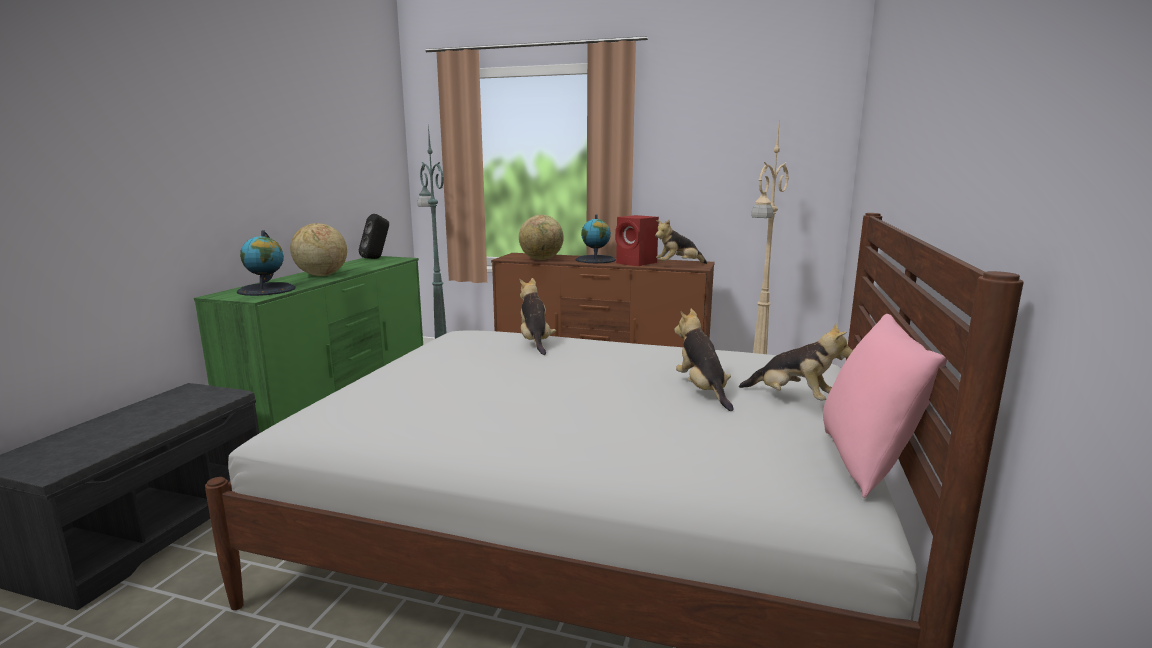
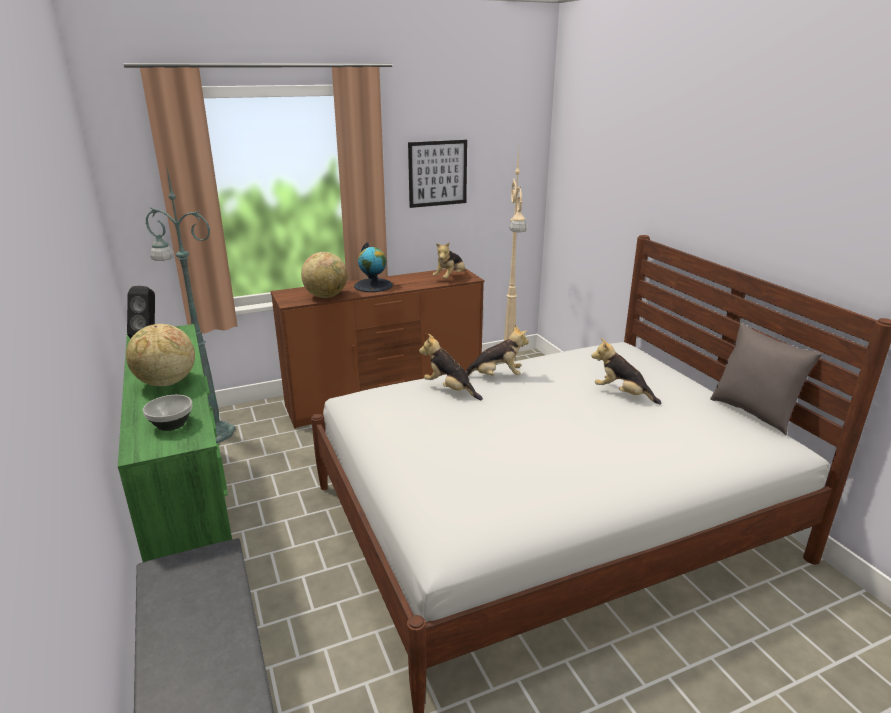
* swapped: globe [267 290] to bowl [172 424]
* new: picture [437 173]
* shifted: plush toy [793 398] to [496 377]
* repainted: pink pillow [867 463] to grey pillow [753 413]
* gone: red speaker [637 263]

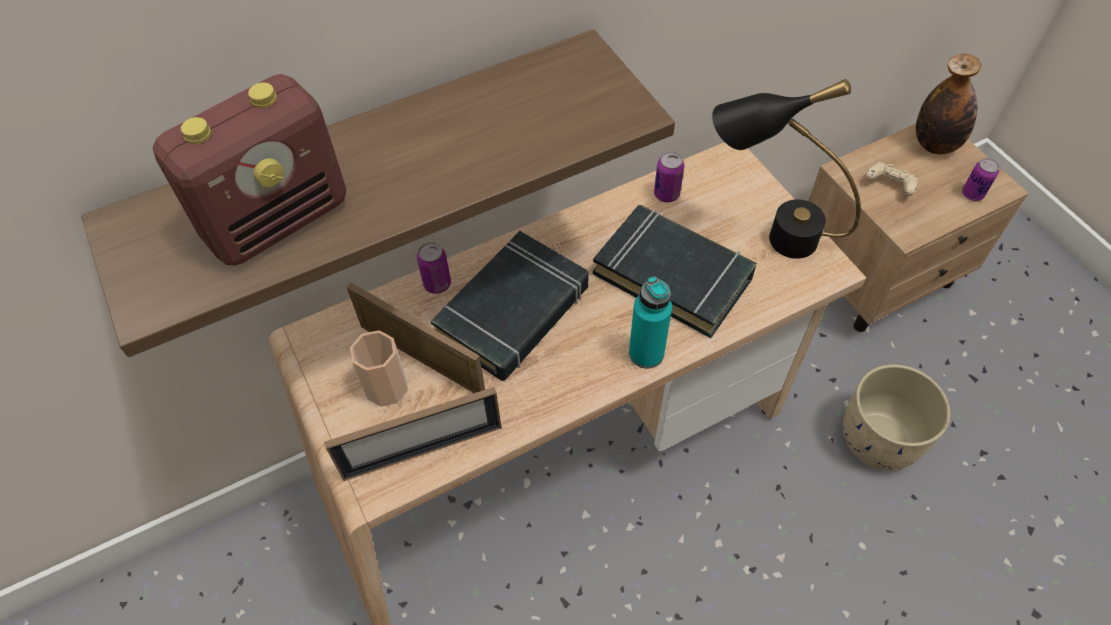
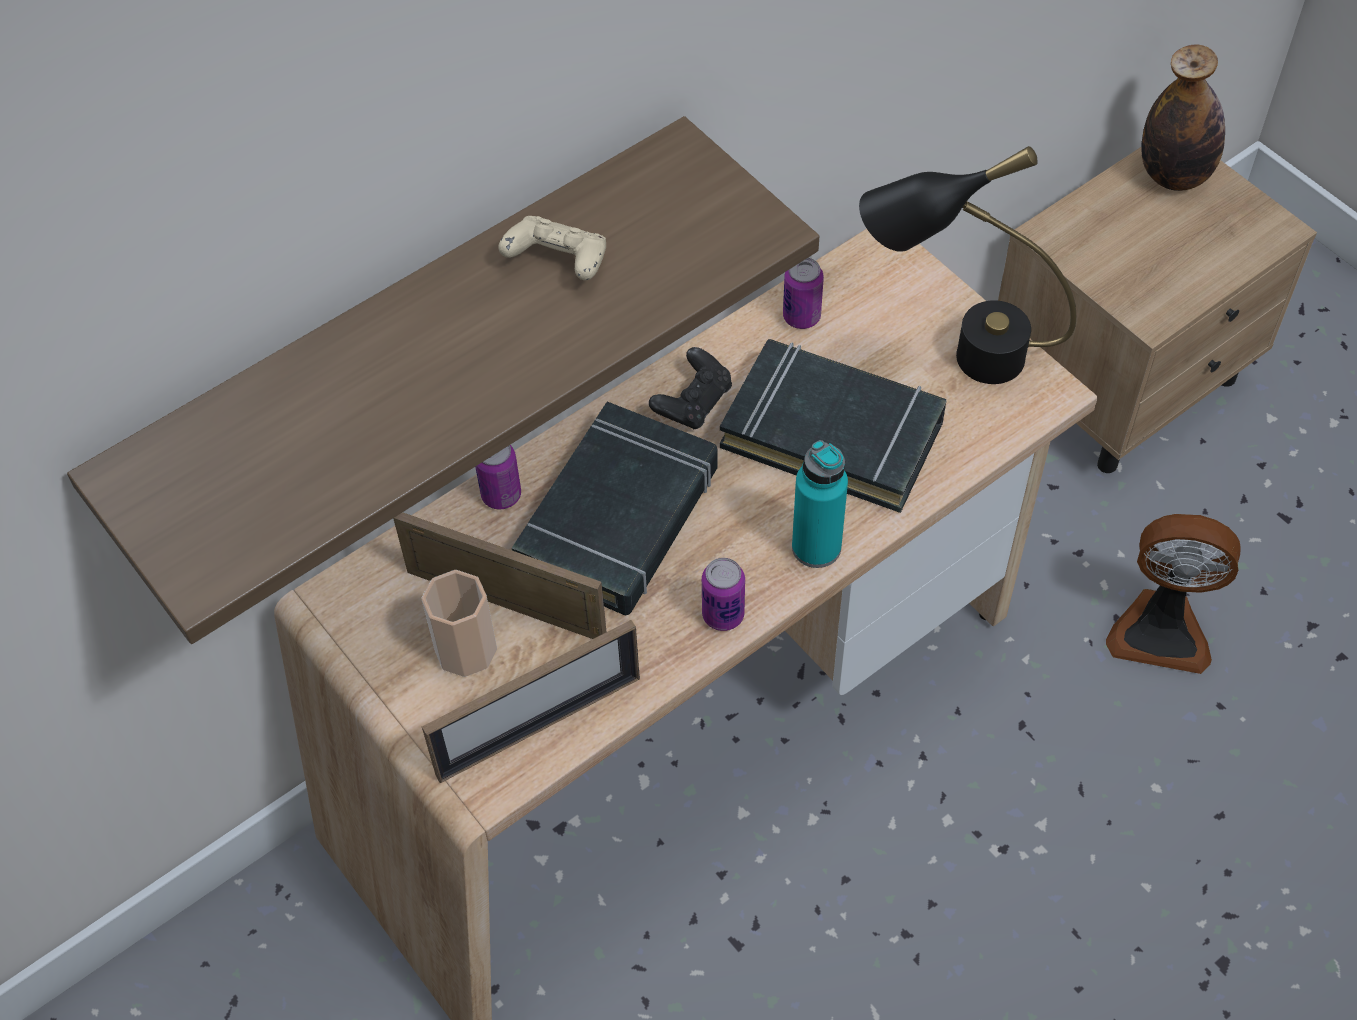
* shifted: beige game controller [889 185] to [558 263]
* new: black game controller [693 402]
* shifted: can [972 194] to [723 615]
* swapped: beige planter [880 438] to fan [1160 629]
* gone: radio [279 219]

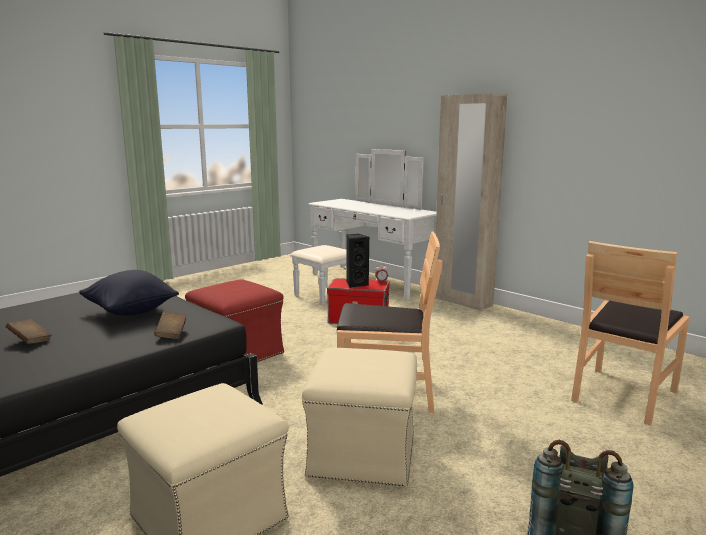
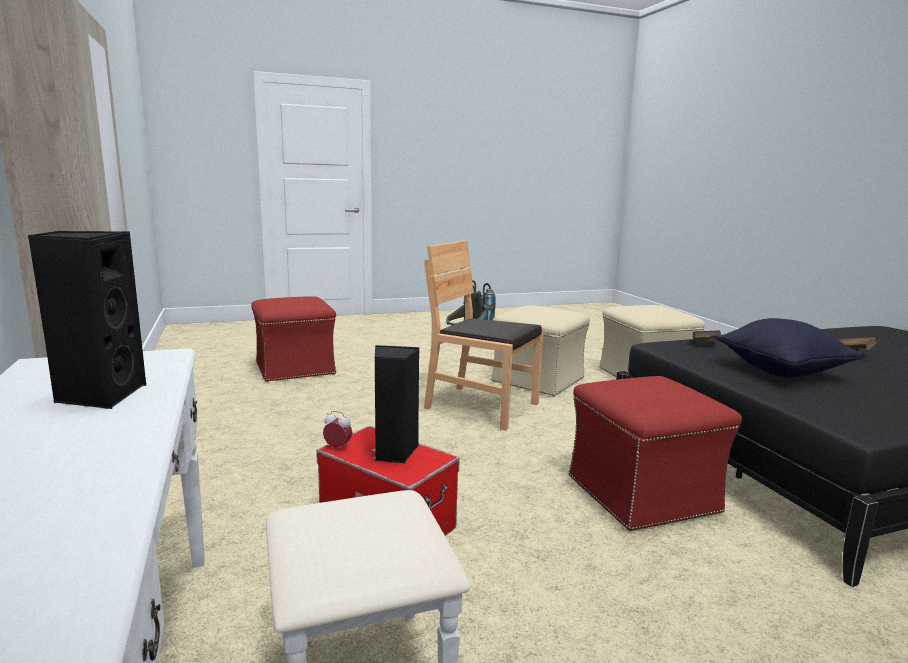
* new: black speaker [100 395]
* swapped: brown chair [623 395] to red ottoman [295 368]

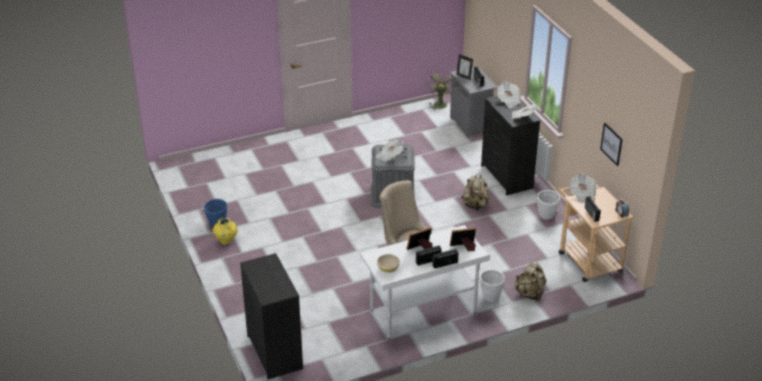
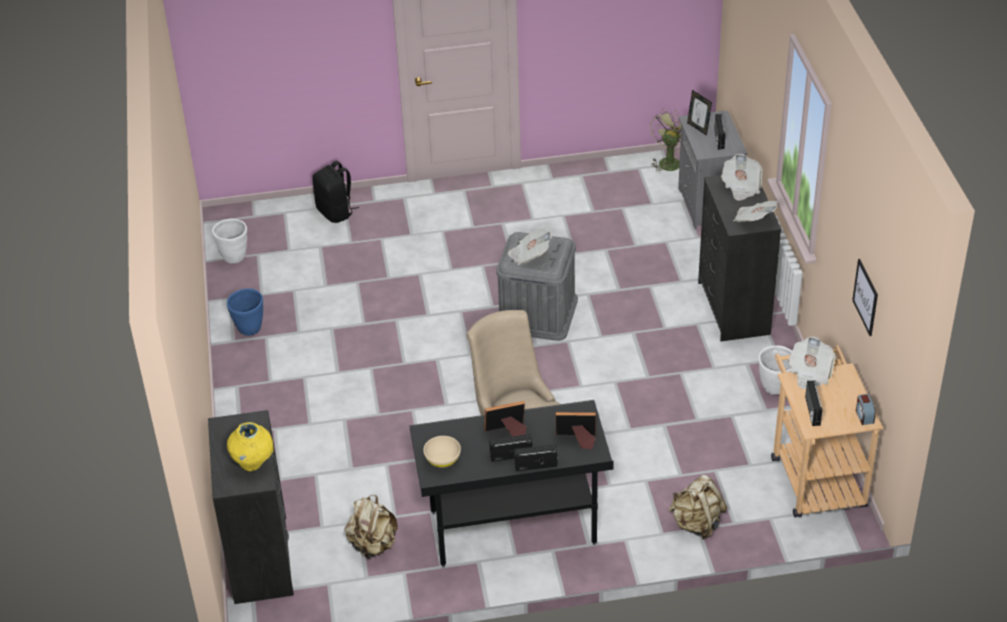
* shifted: white planter [490 297] to [234 257]
* shifted: yellow vase [226 241] to [253 463]
* new: black backpack [336 212]
* shifted: beige backpack [475 205] to [373 545]
* repainted: white desk [423 312] to black desk [513 529]

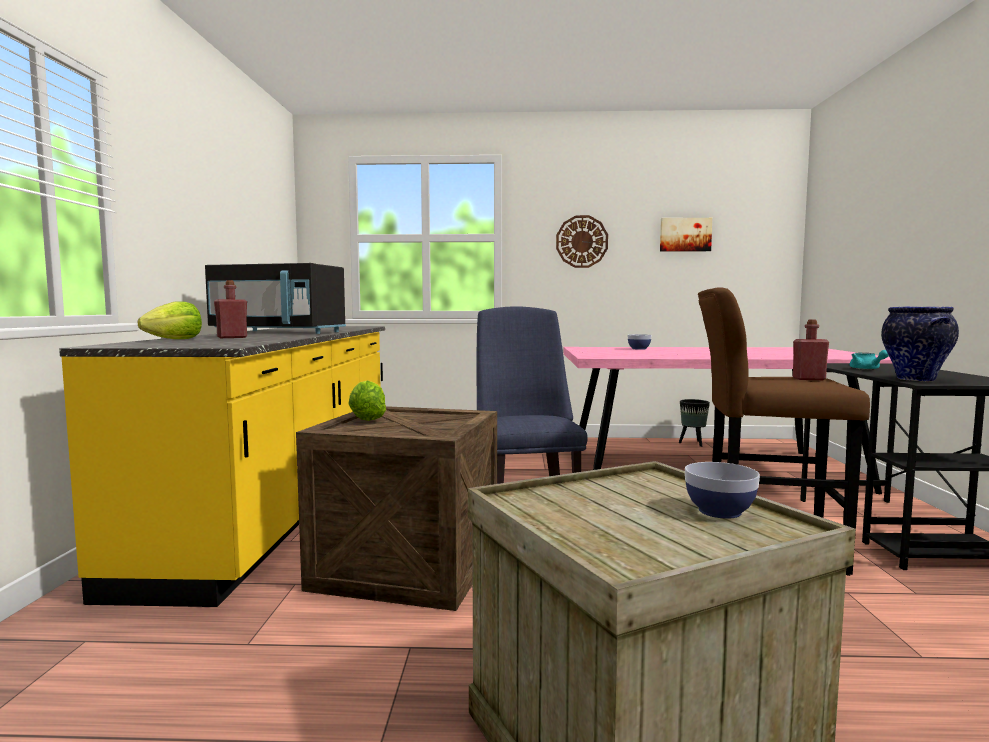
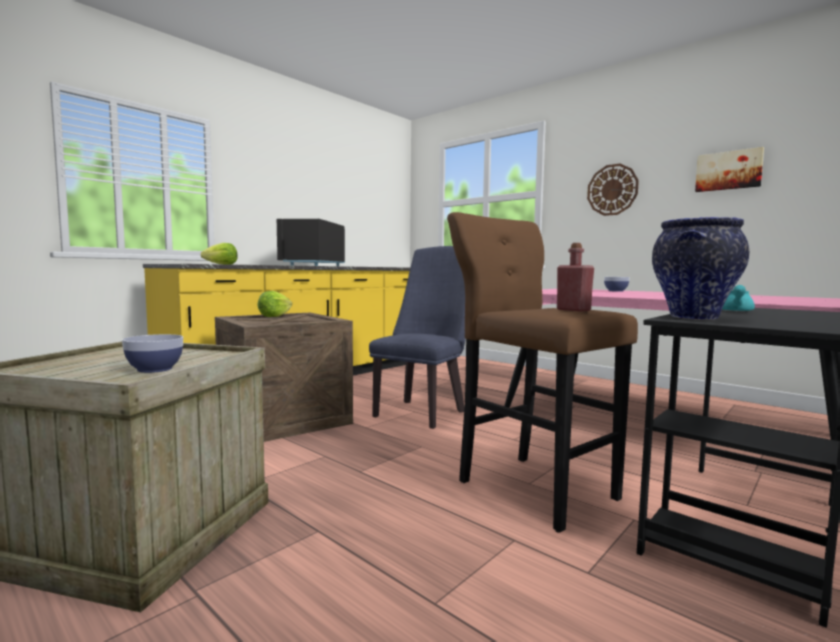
* rotated: black microwave [279 332] = [313 265] 45 degrees clockwise
* gone: red bottle [232 337]
* gone: black planter [693 443]

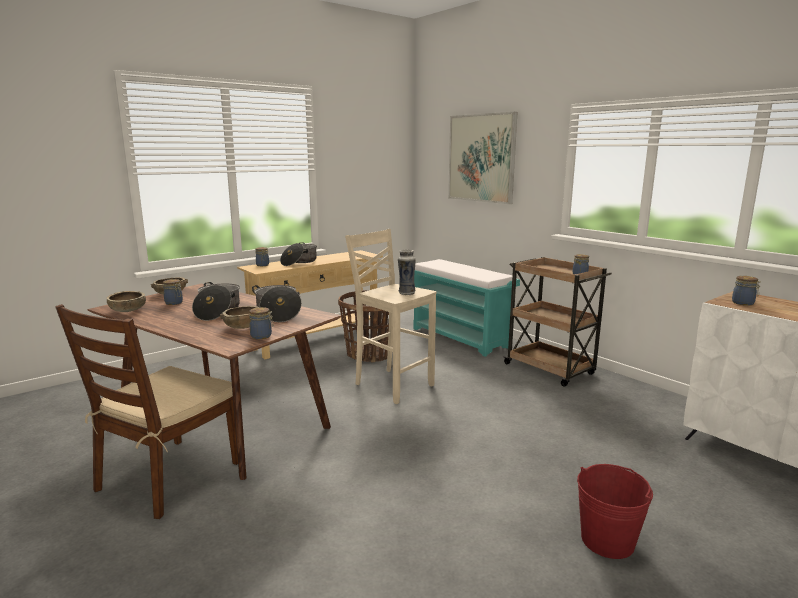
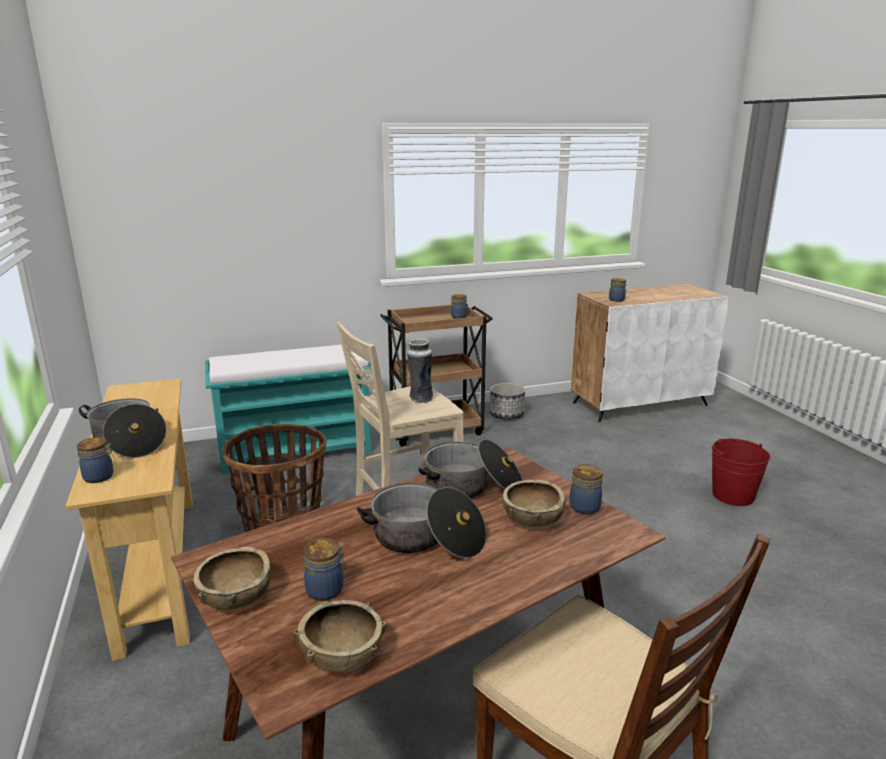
* new: planter [506 415]
* gone: picture [481 158]

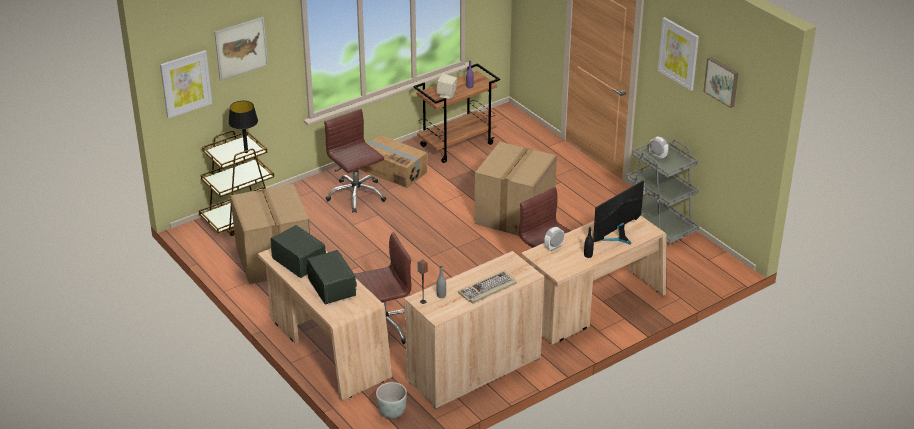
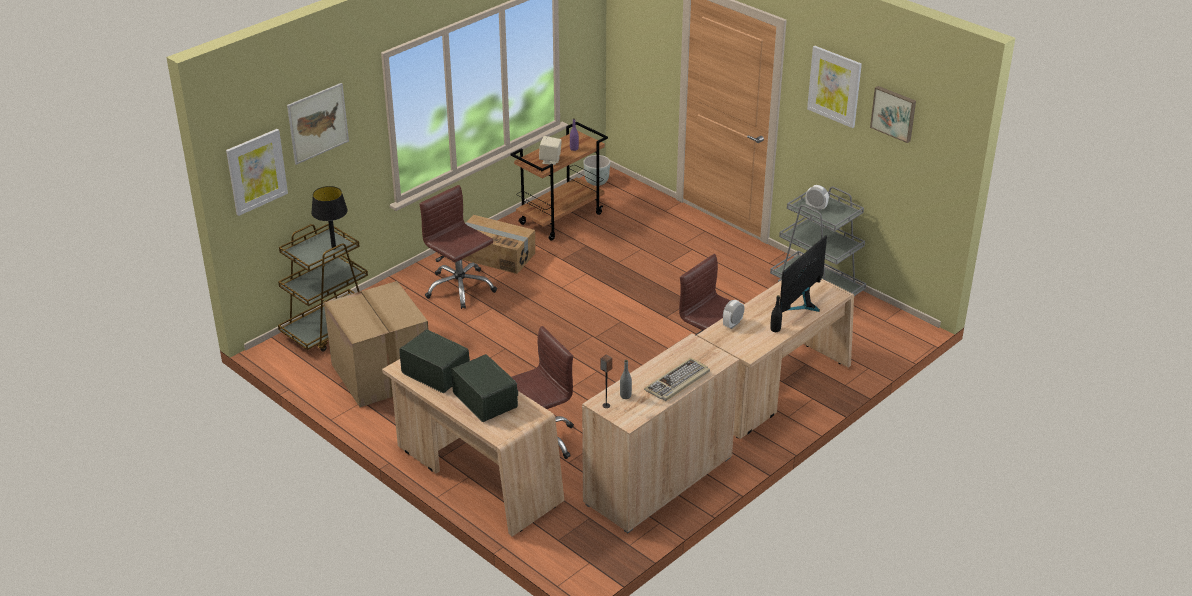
* shifted: grey planter [392 412] to [597 182]
* gone: cardboard box [515 215]

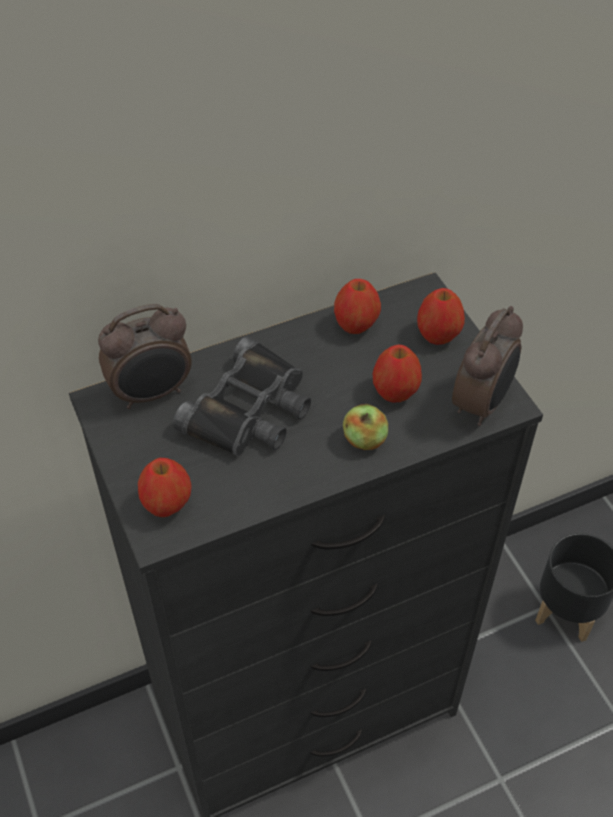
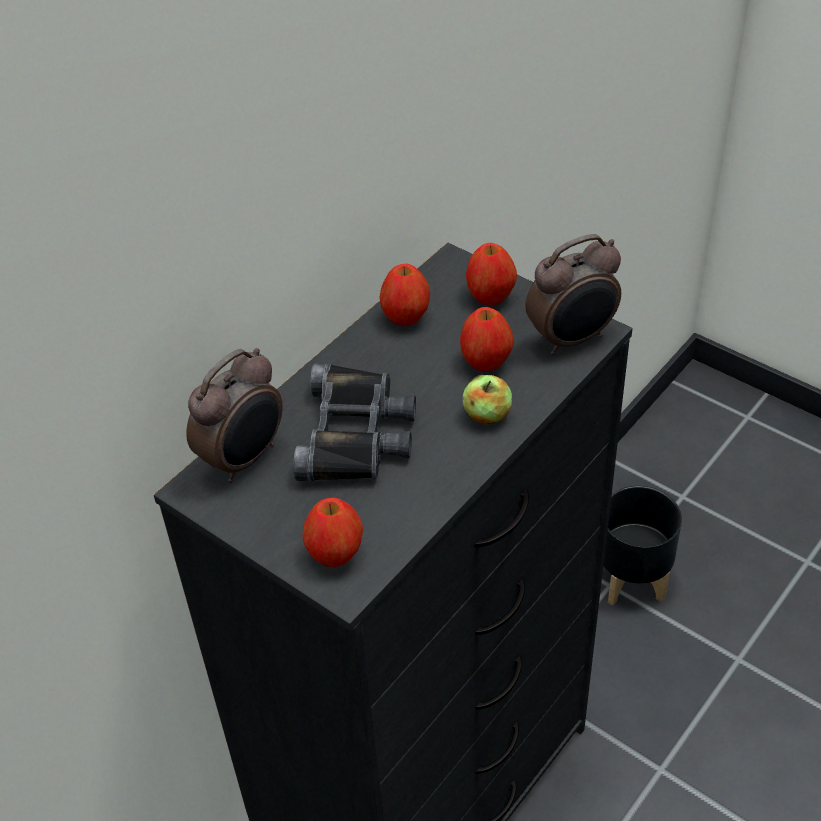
* rotated: alarm clock [482 403] = [572 339] 60 degrees clockwise

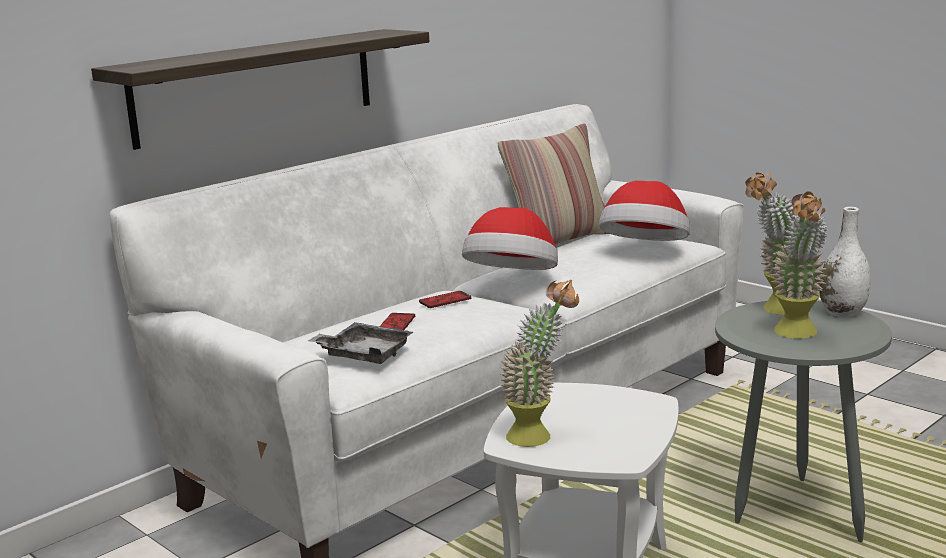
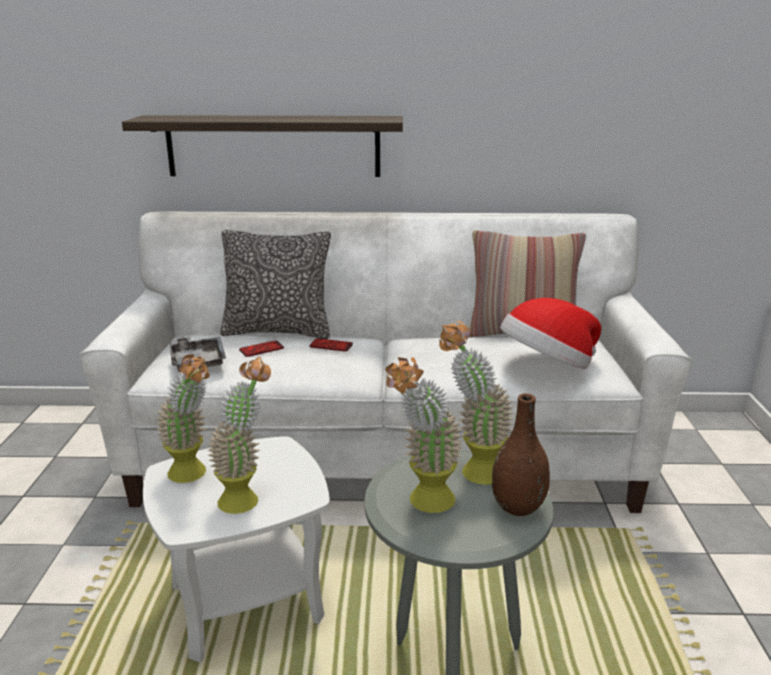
* new: potted plant [246 496]
* new: pillow [278 331]
* repainted: white vase [843 313] to brown vase [518 507]
* gone: hat [512 281]

